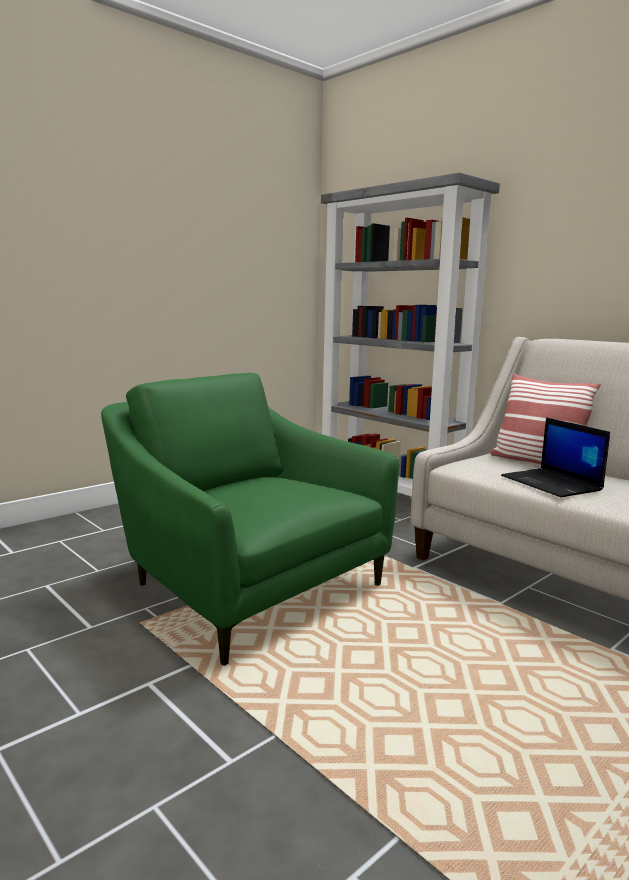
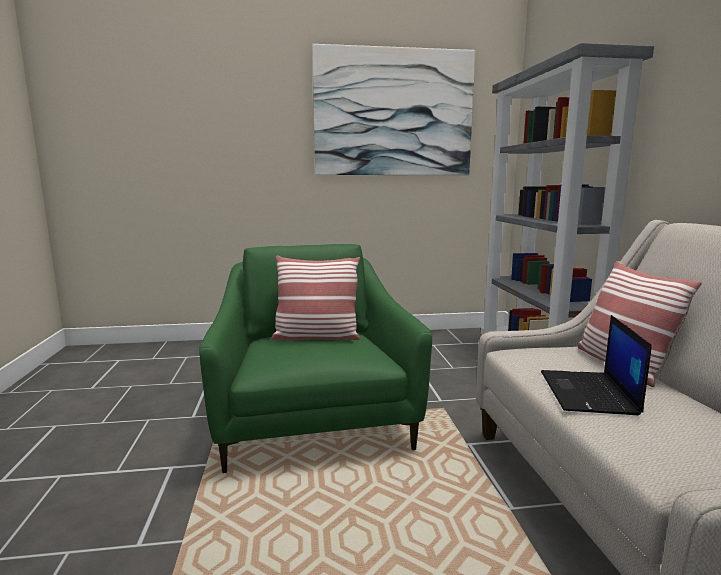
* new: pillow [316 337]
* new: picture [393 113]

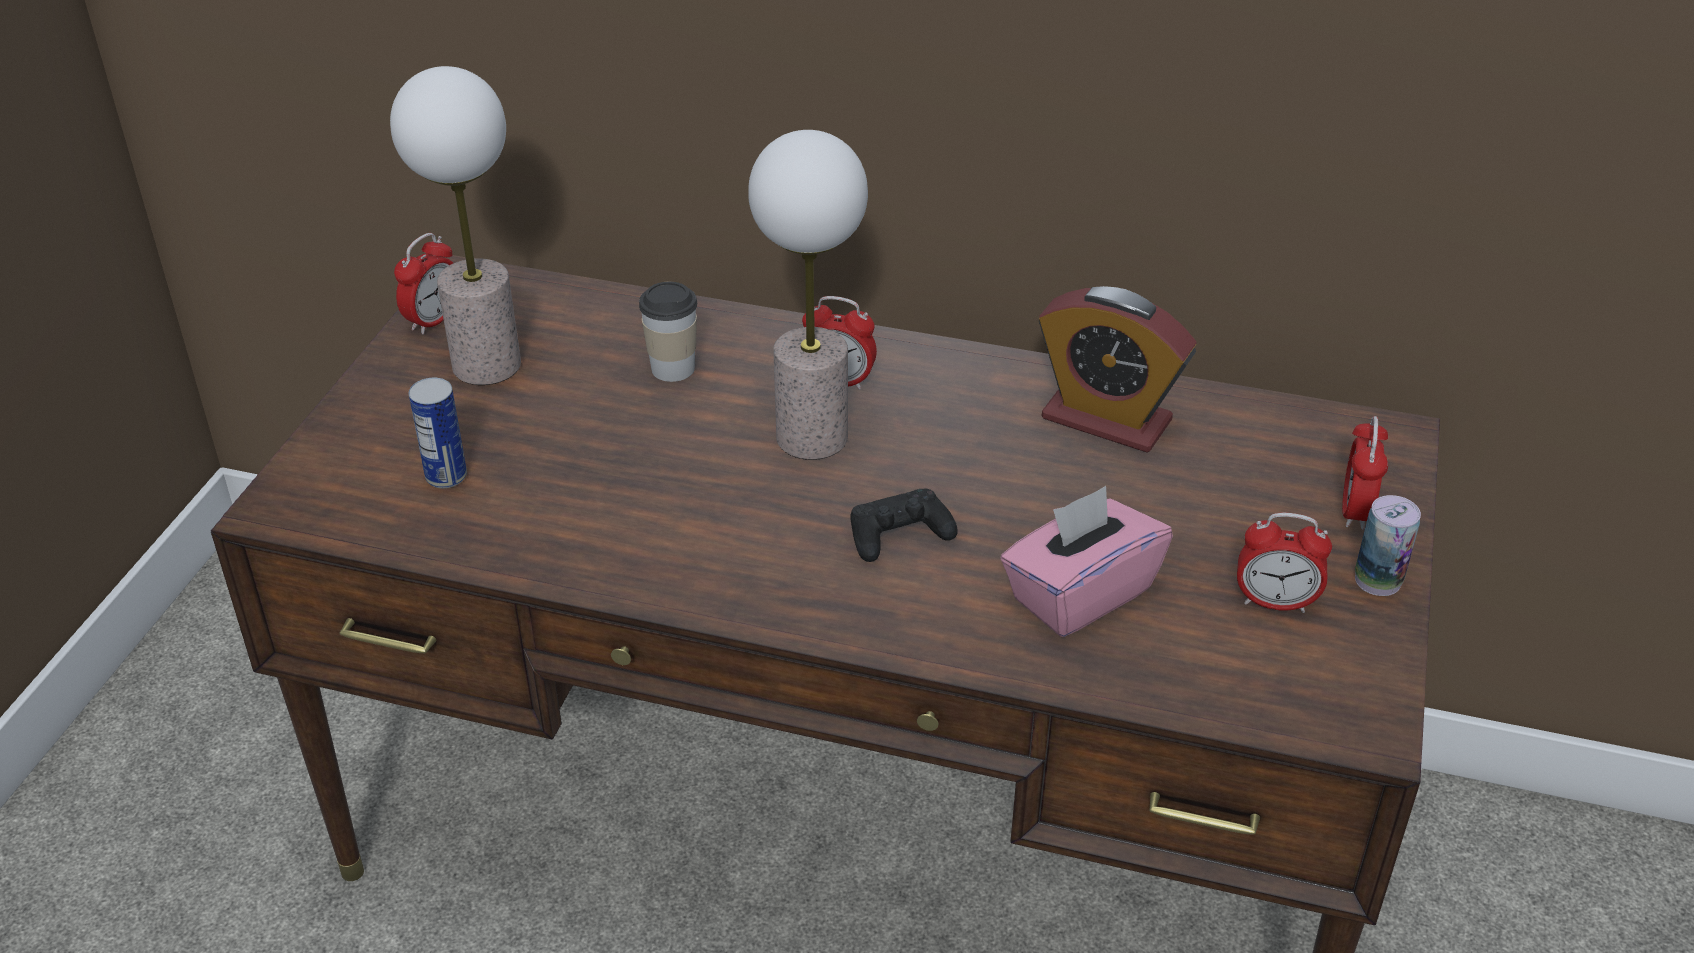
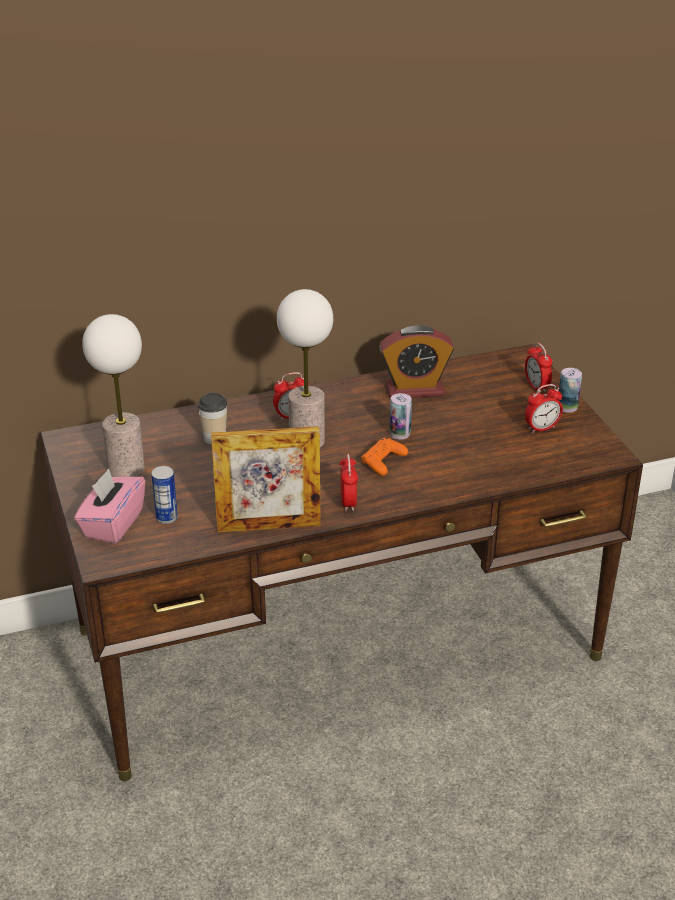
* shifted: pink tissue box [1079 594] to [112 524]
* new: picture frame [268 526]
* shifted: alarm clock [434 320] to [348 503]
* repainted: black game controller [899 534] to orange game controller [383 461]
* new: can [399 433]

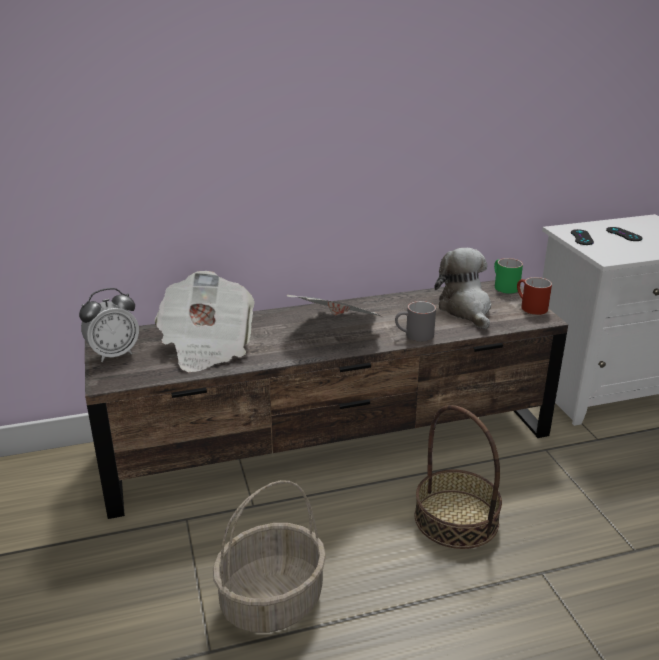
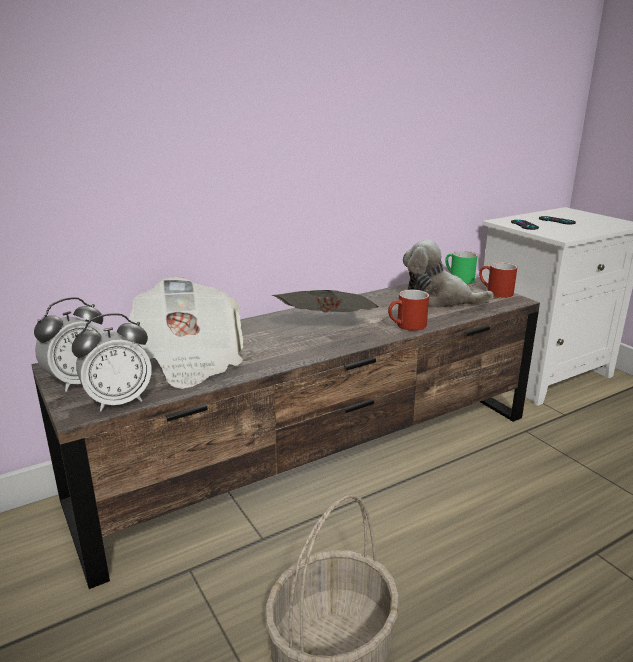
* new: alarm clock [118 401]
* repainted: grey mug [414 336] to red mug [407 326]
* rotated: plush toy [466 309] = [438 300] 45 degrees counterclockwise
* gone: basket [456 519]

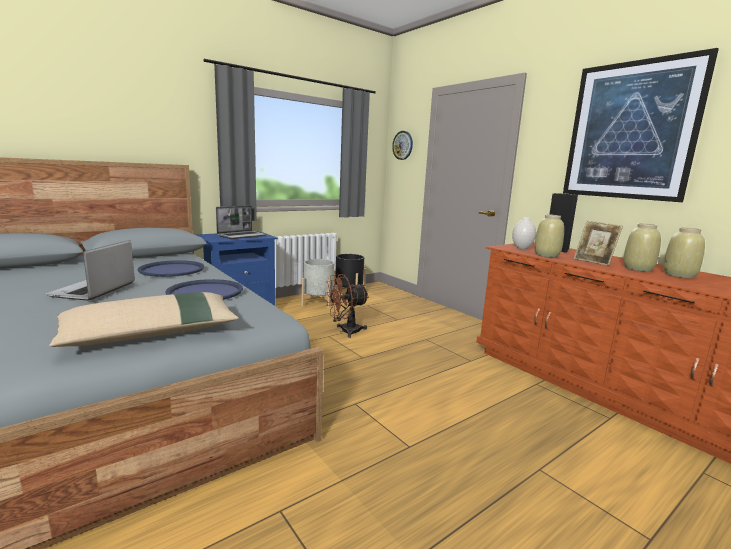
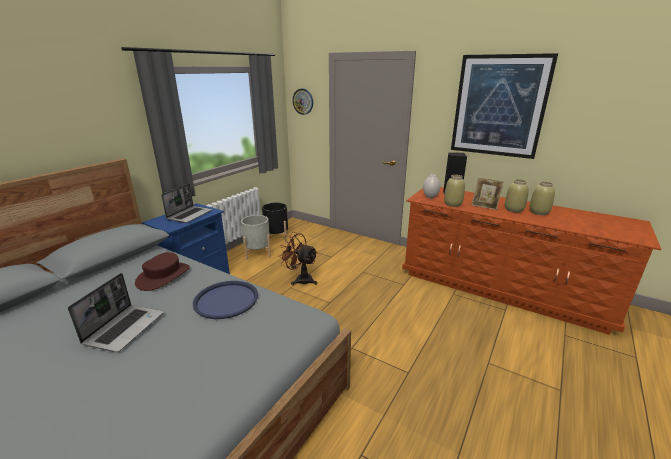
* rotated: laptop [93 290] = [125 328] 150 degrees counterclockwise
* swapped: blue tray [172 269] to brown hat [163 276]
* rotated: brown fan [345 331] = [300 279] 75 degrees clockwise
* gone: beige pillow [152 333]

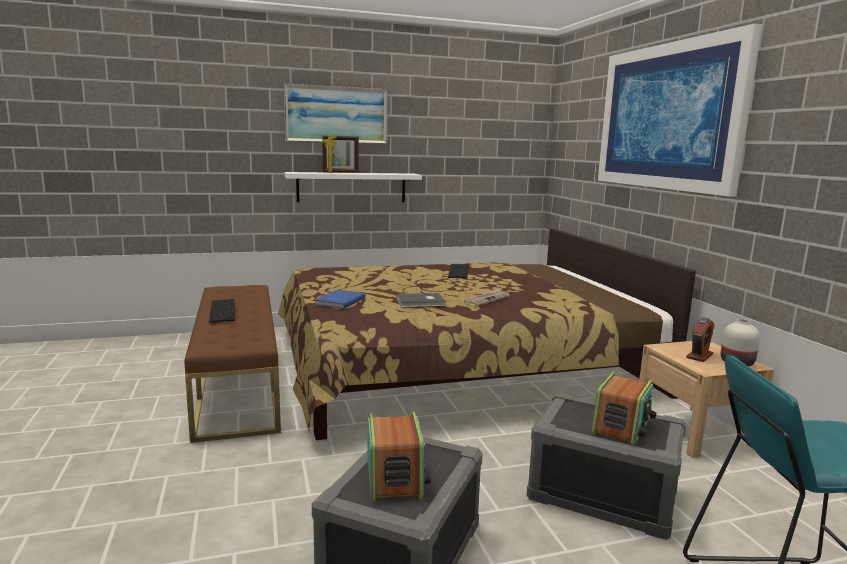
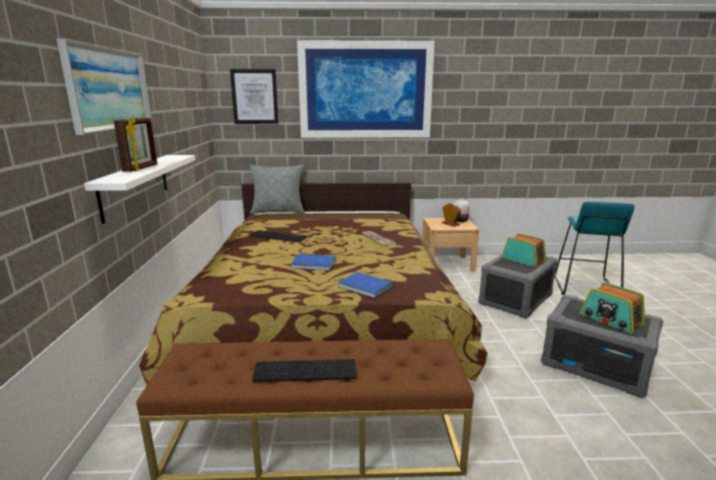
* new: picture [254 97]
* new: grey pillow [278 211]
* new: blue book [314 264]
* rotated: radio [395 476] = [610 320] 135 degrees counterclockwise
* gone: grey book [421 302]

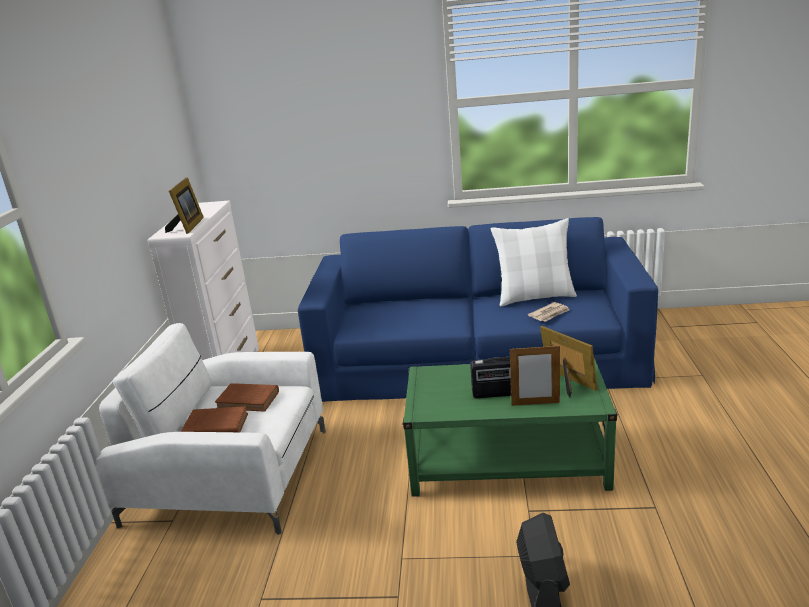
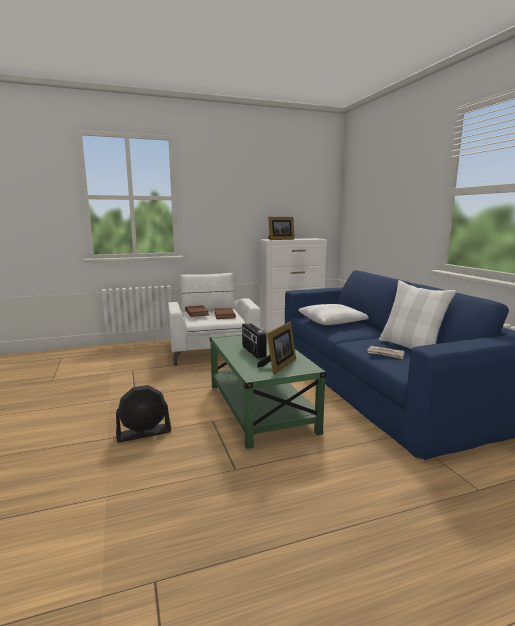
* new: white pillow [333 321]
* gone: picture frame [535 403]

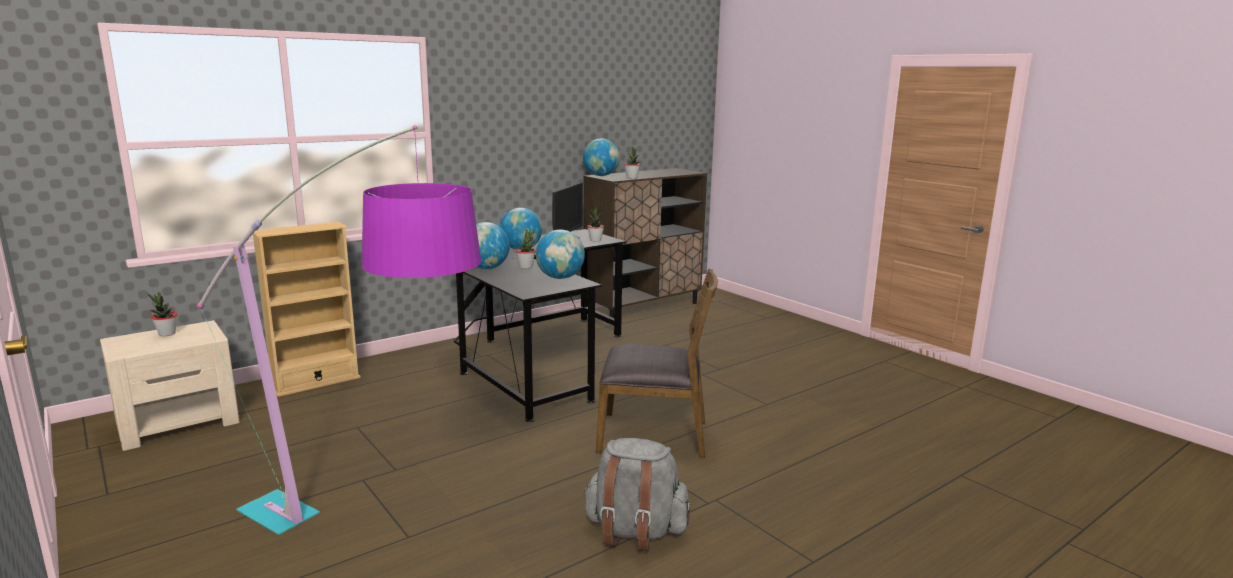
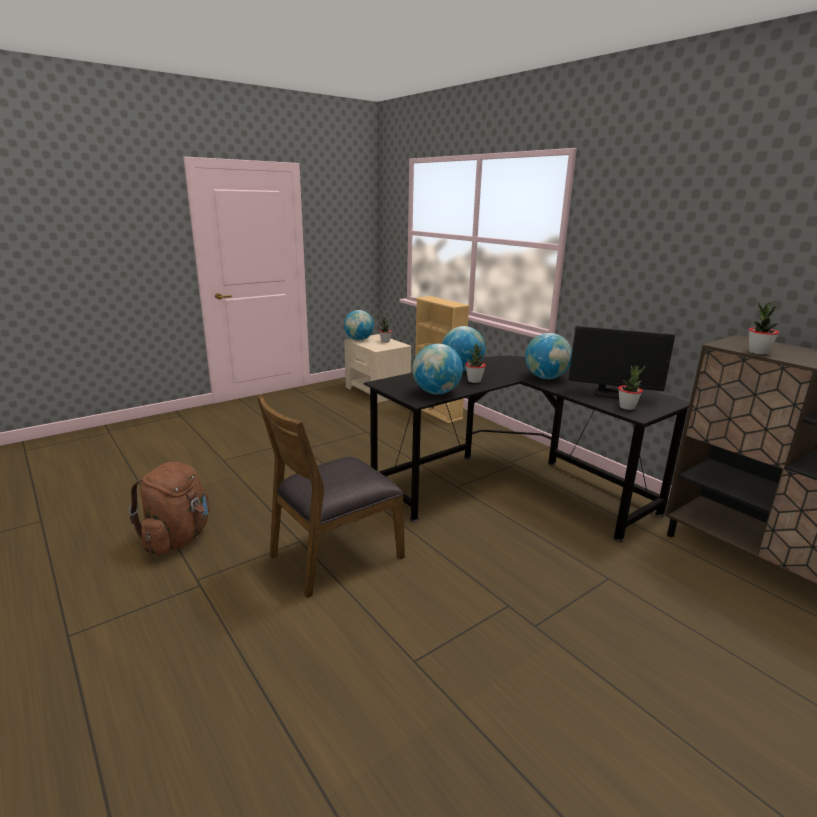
* repainted: grey backpack [635 532] to brown backpack [178 538]
* rotated: brown chair [654 435] = [335 555] 45 degrees clockwise
* shifted: globe [601 176] to [359 340]
* gone: floor lamp [361 558]

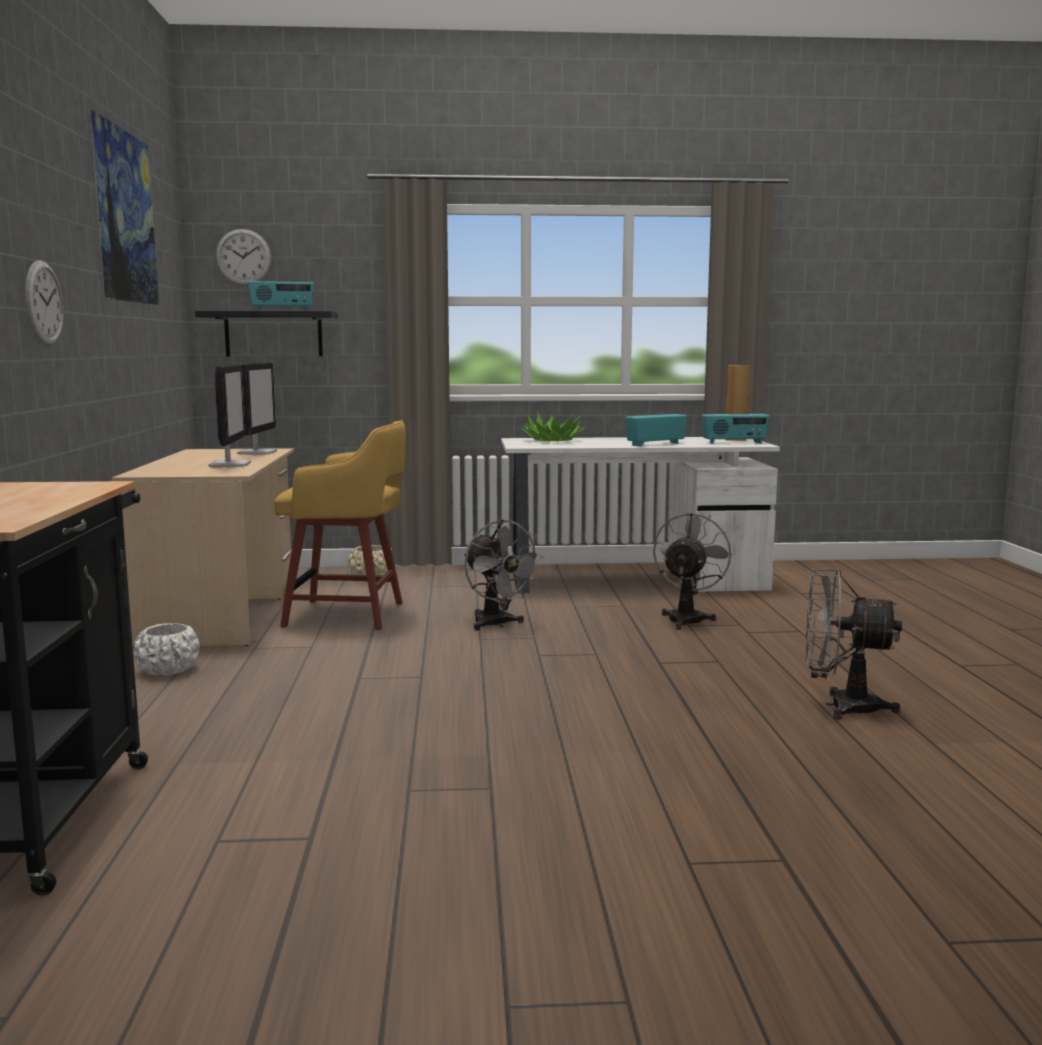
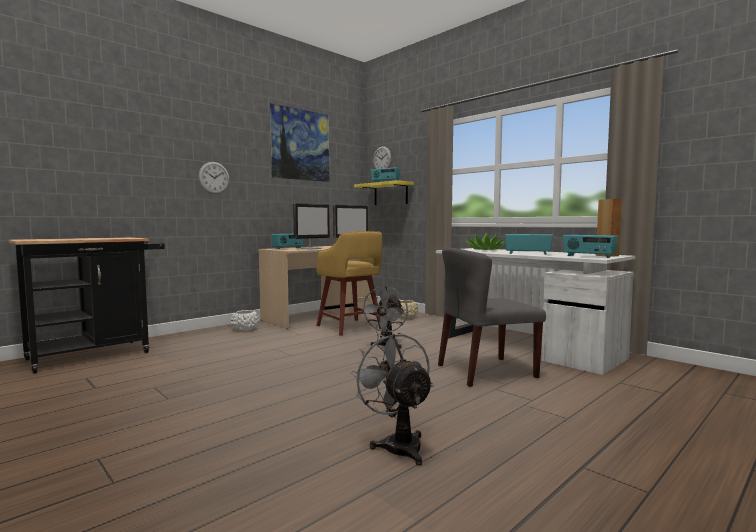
* new: radio [288 248]
* repainted: black shelf [273 334] to yellow shelf [390 194]
* swapped: grey fan [687 618] to grey chair [486 371]

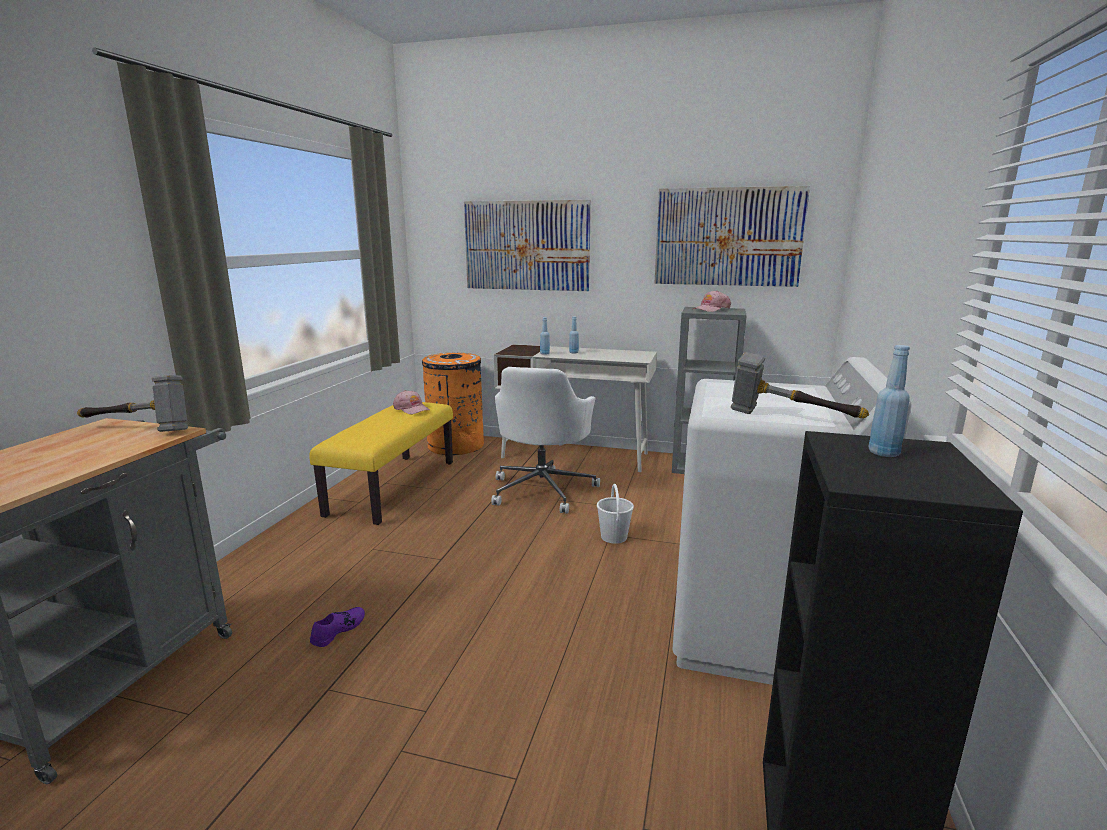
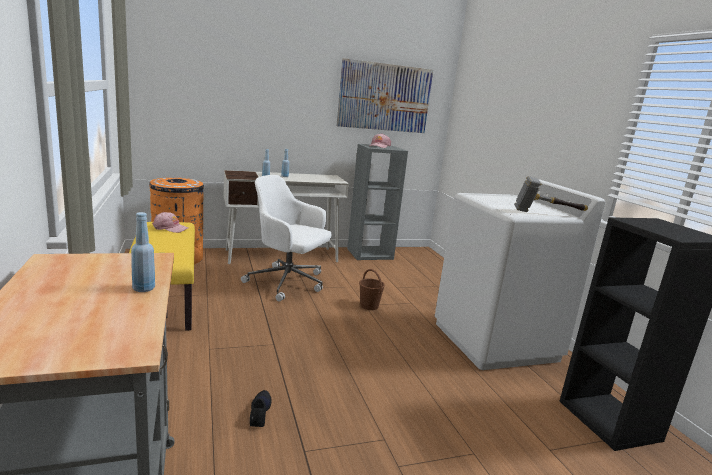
* shifted: blue bottle [883 453] to [143 289]
* rotated: white office chair [543 490] = [288 283] 135 degrees clockwise
* repainted: purple shoe [338 630] to black shoe [259 412]
* repainted: white bucket [614 537] to brown bucket [369 306]
* gone: hammer [138 429]
* gone: picture [526 246]

